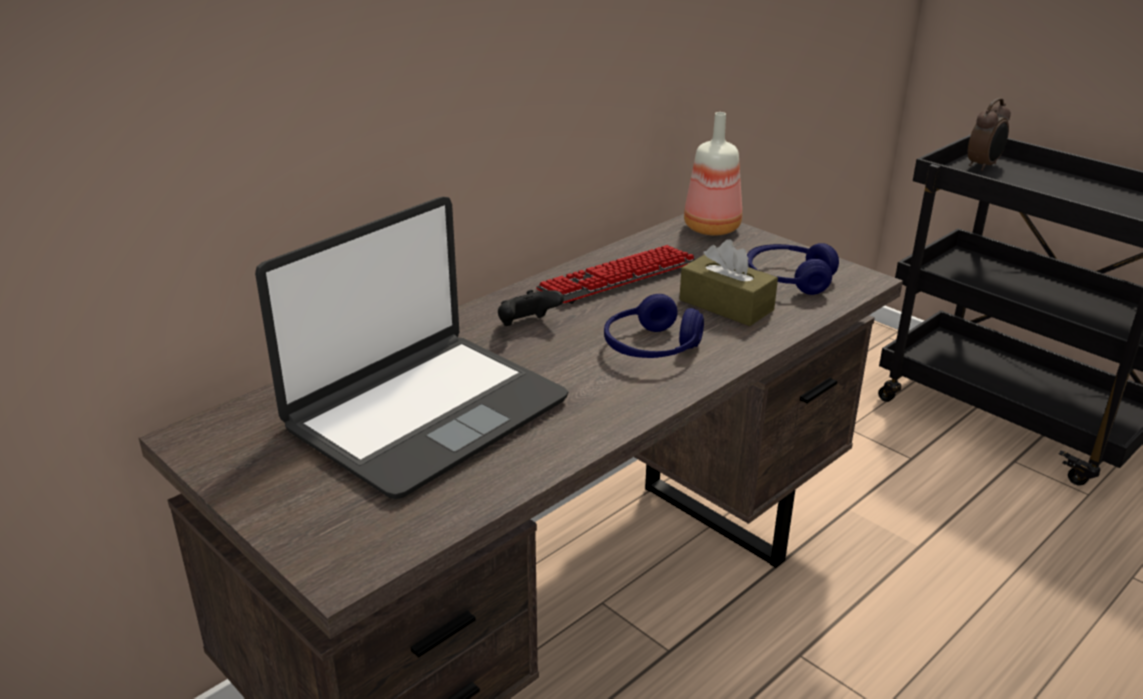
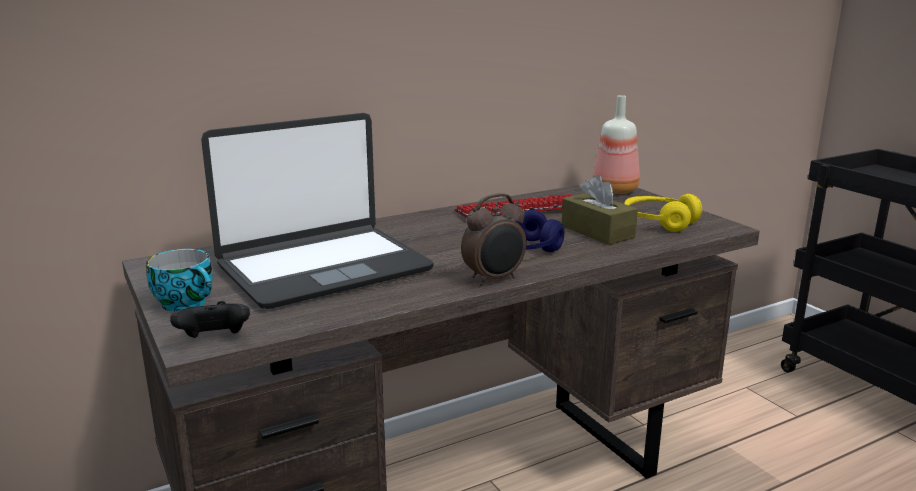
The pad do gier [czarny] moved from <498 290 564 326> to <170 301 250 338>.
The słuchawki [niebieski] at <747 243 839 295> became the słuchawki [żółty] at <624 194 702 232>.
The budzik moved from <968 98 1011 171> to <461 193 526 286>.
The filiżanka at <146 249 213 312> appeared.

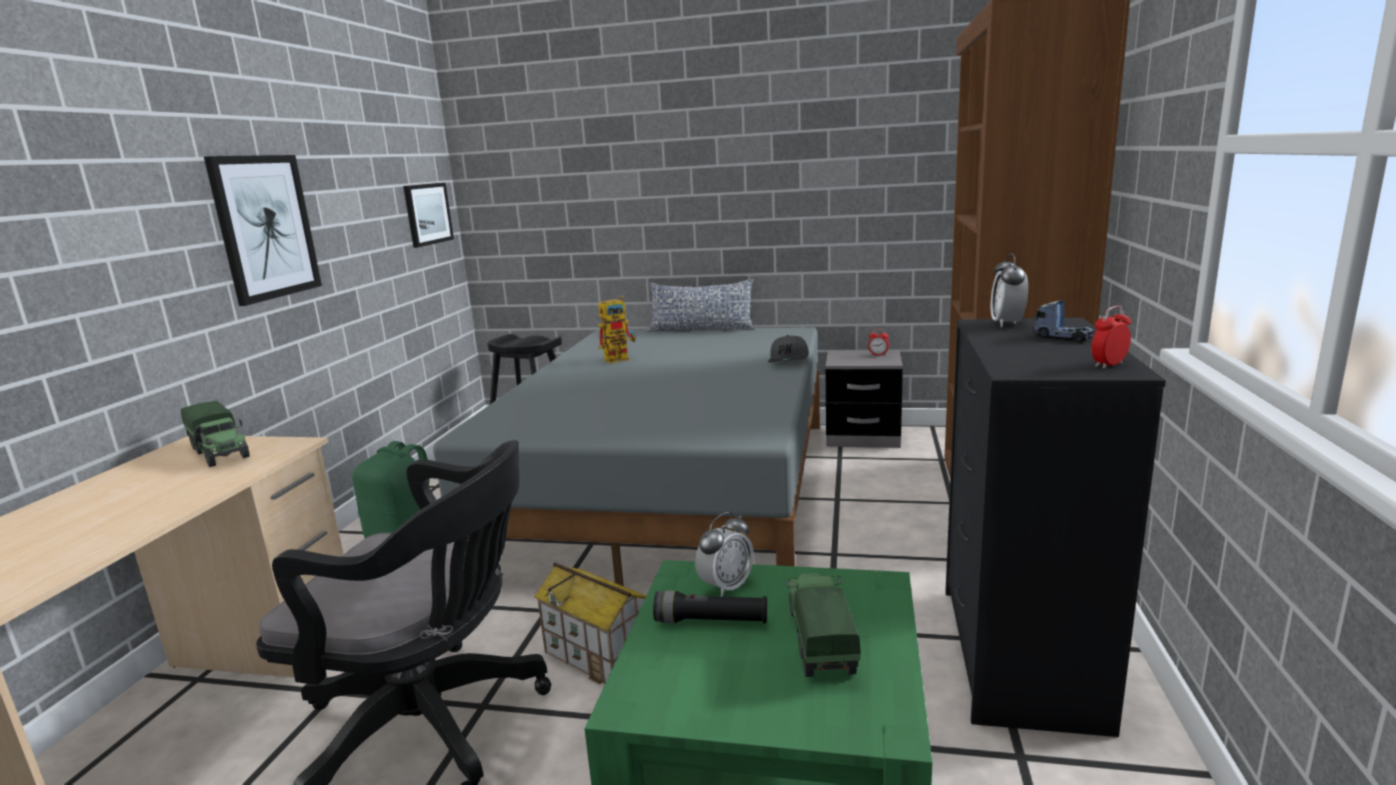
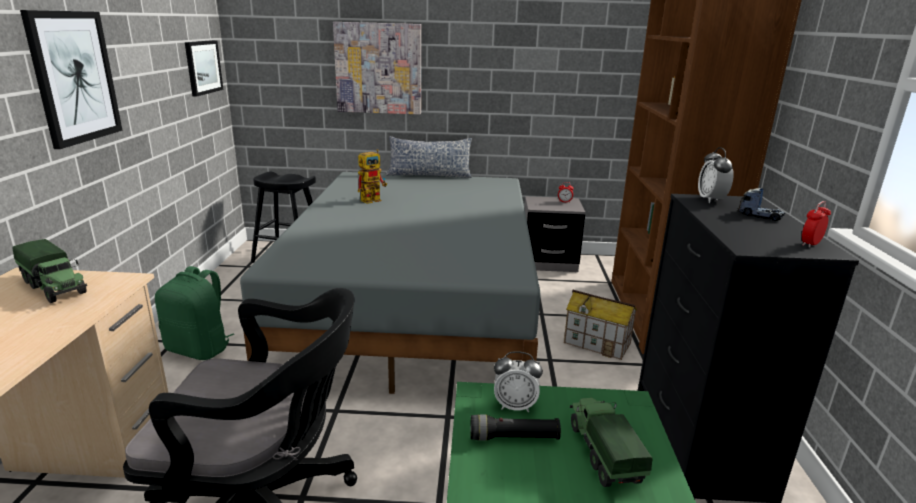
The domek moved from <534 562 646 684> to <564 290 637 360>.
The budzik at <695 512 754 597> turned 60 degrees clockwise.
The czapka z daszkiem [szary] at <768 335 809 362> disappeared.
The obraz at <333 22 421 115> appeared.

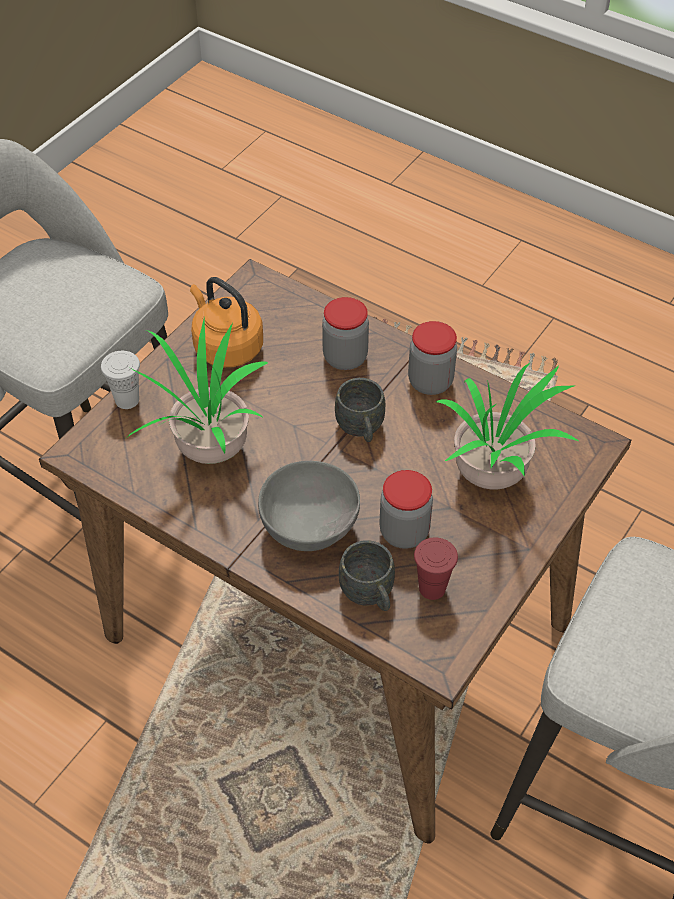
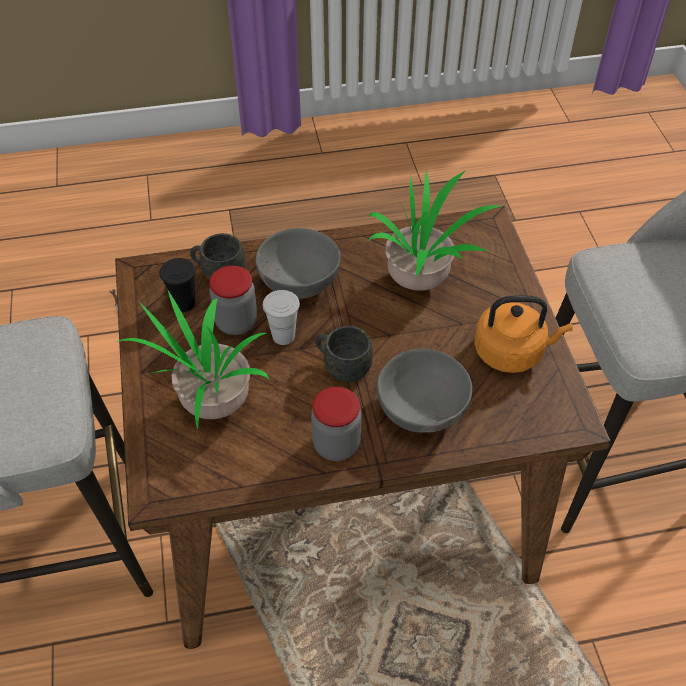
The filiżanka [biały] moved from <101 351 140 409> to <263 290 300 345>.
The słoik at <322 297 369 370> was replaced by the miska [szary] at <377 348 472 433>.
The filiżanka [czerwony] at <414 537 458 600> became the filiżanka [czarny] at <160 258 196 312>.

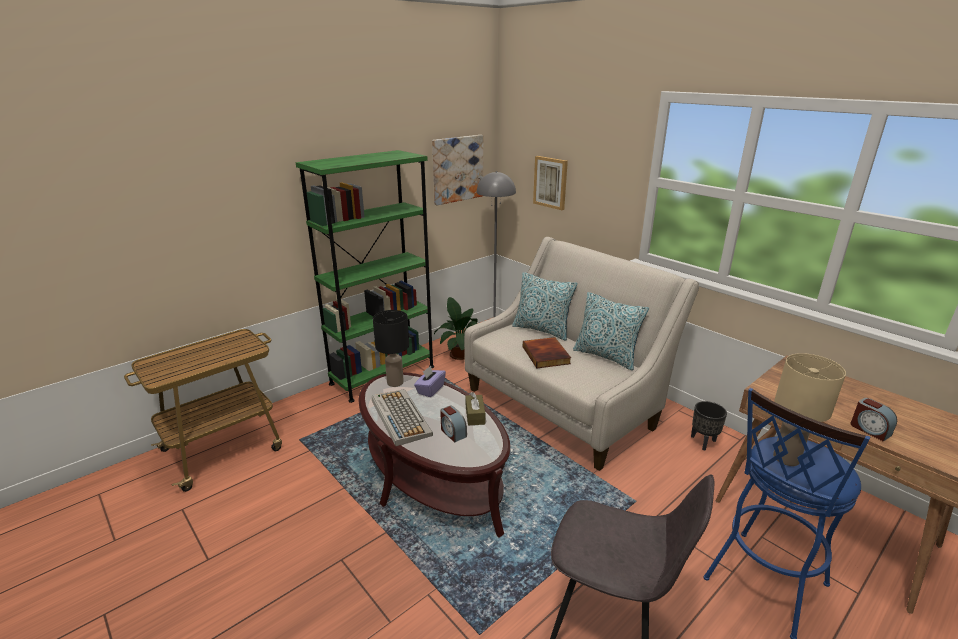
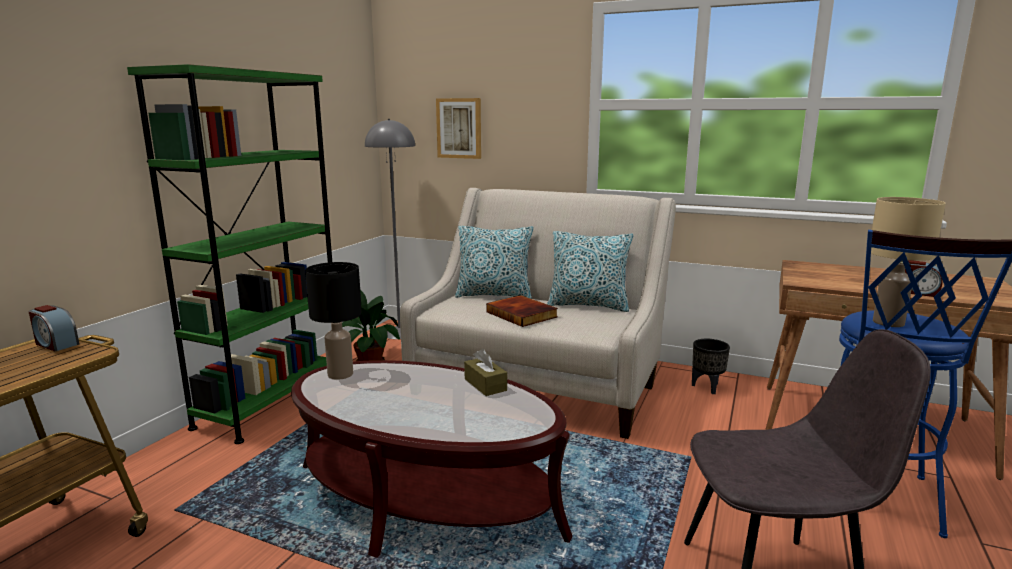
The klawiatura at <372 389 433 446> disappeared.
The pudełko chusteczek [fioletowy] at <414 366 446 397> disappeared.
The obraz at <432 135 483 205> disappeared.
The budzik moved from <440 406 467 442> to <29 305 79 351>.

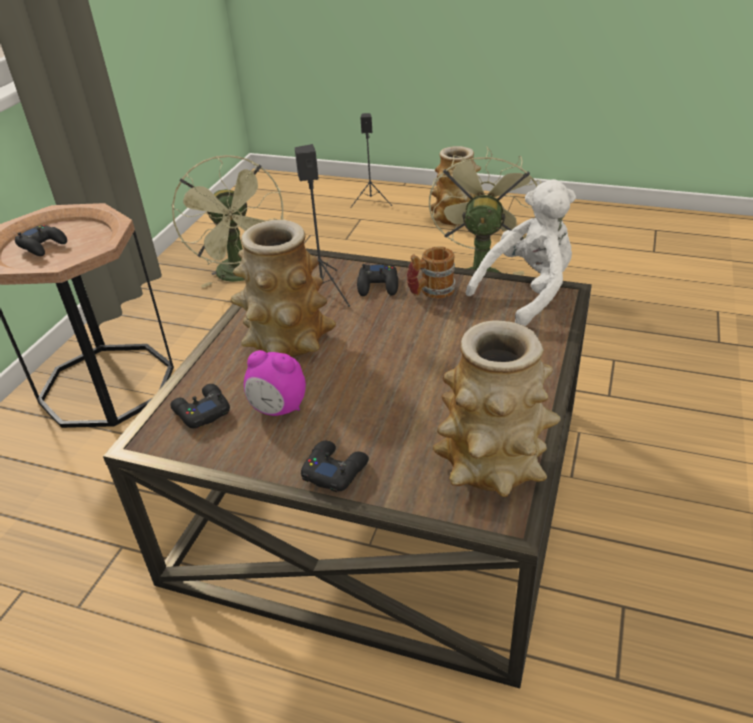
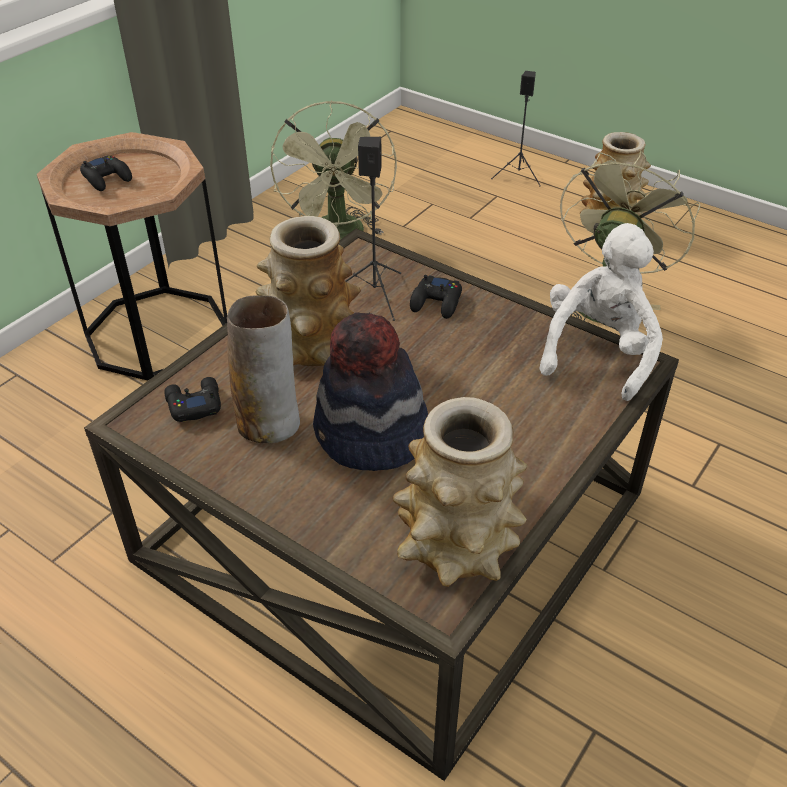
The budzik at <244 350 306 416> was replaced by the wazon at <227 295 300 443>.
The pad do gier [czarny] at <301 441 369 492> disappeared.
The kubek at <407 246 455 299> disappeared.
The pluszak [biały] at <466 179 576 327> turned 45 degrees counterclockwise.
The kapelusz at <313 312 428 471> appeared.

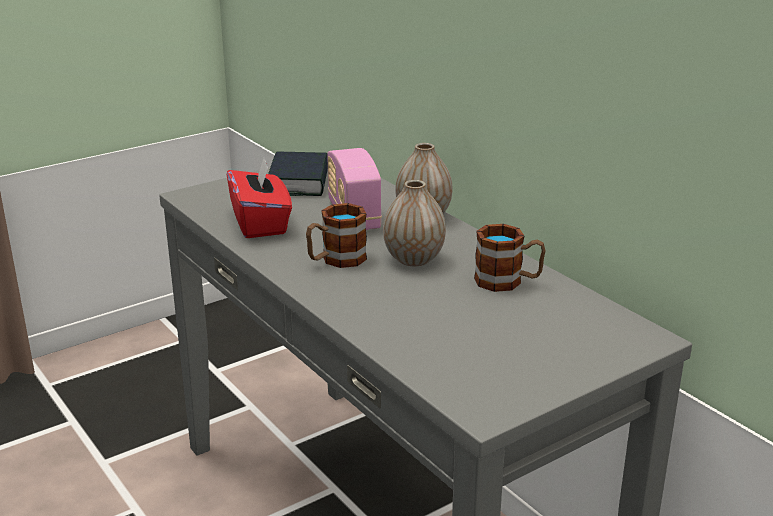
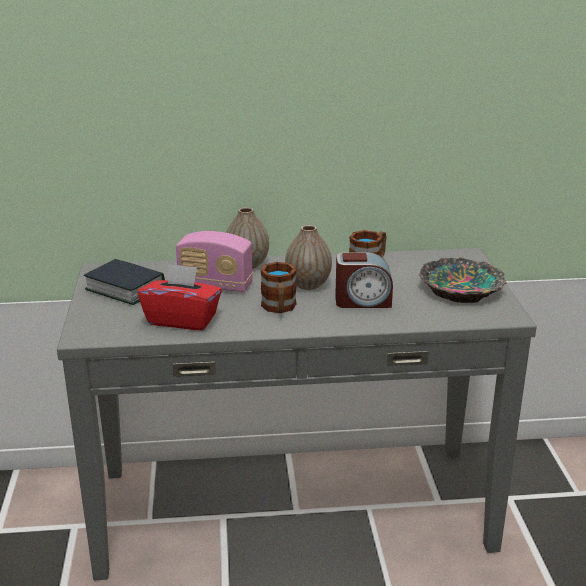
The budzik at <335 252 393 308> appeared.
The miska at <419 257 507 303> appeared.

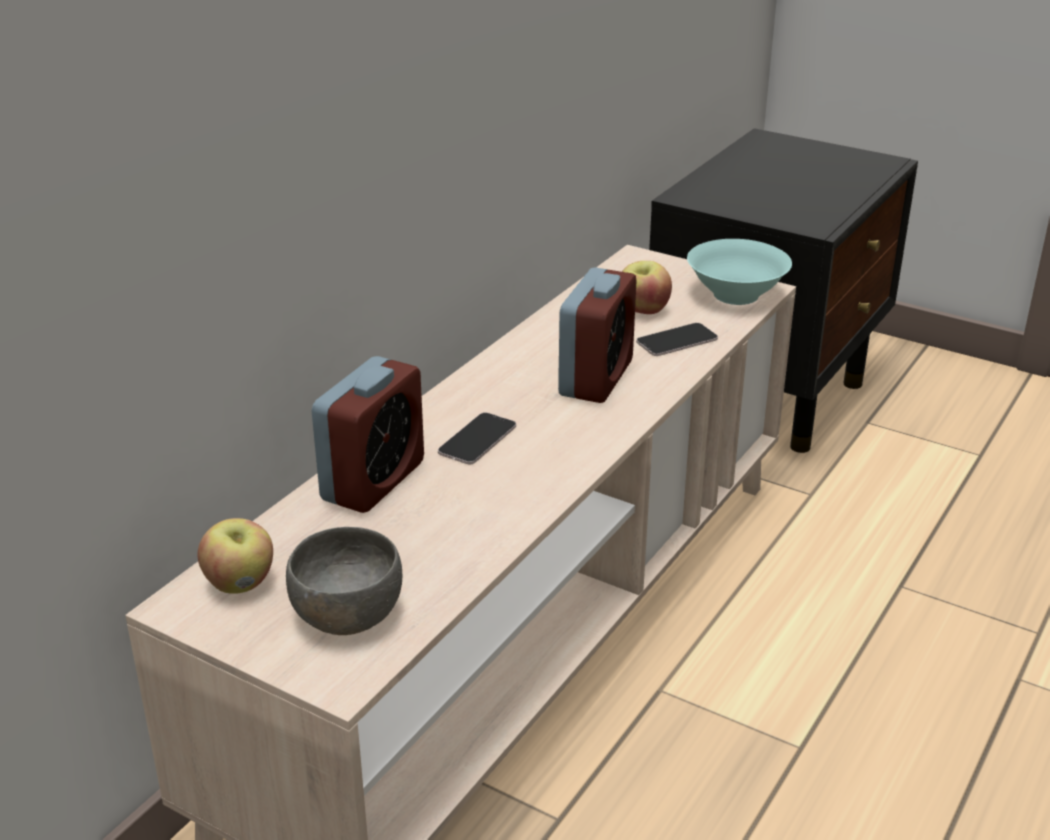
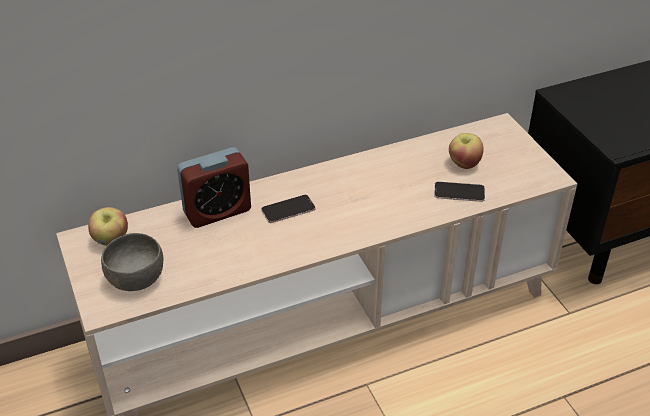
The budzik at <558 268 637 403> disappeared.
The miska [turkusowy] at <687 239 792 305> disappeared.

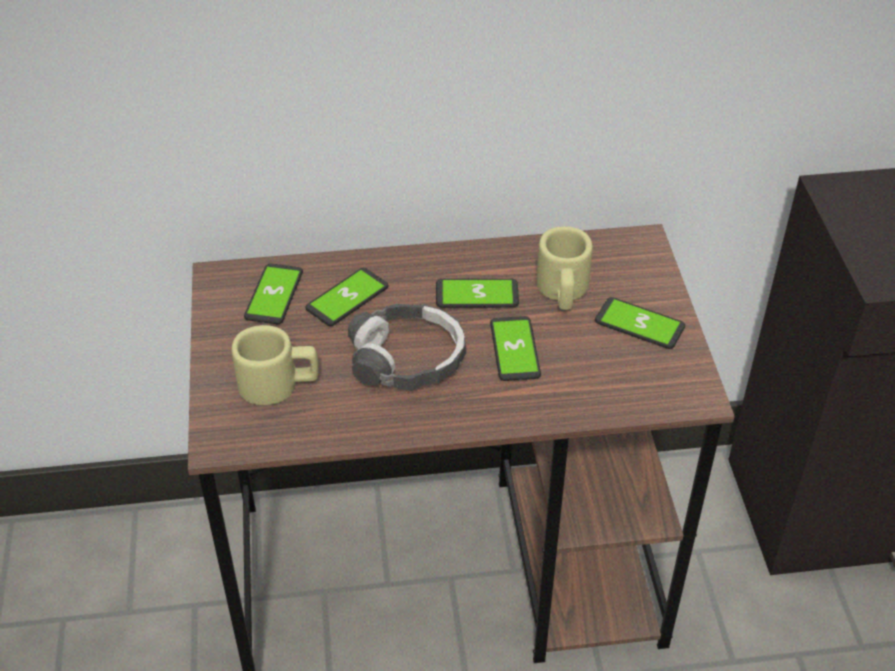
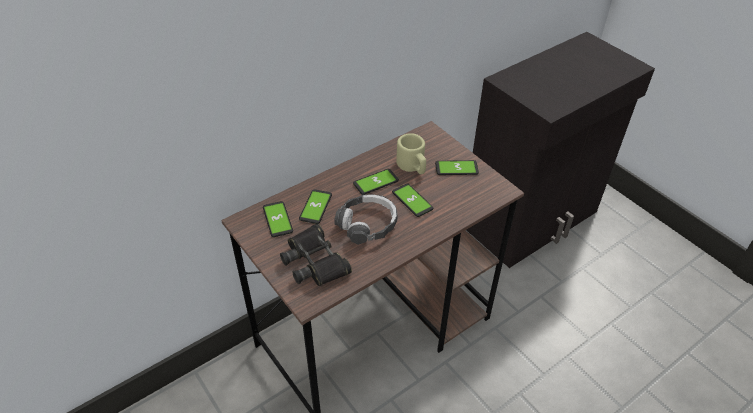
The kubek [beżowy] at <232 325 319 405> was replaced by the lornetka [czarny] at <280 224 352 286>.

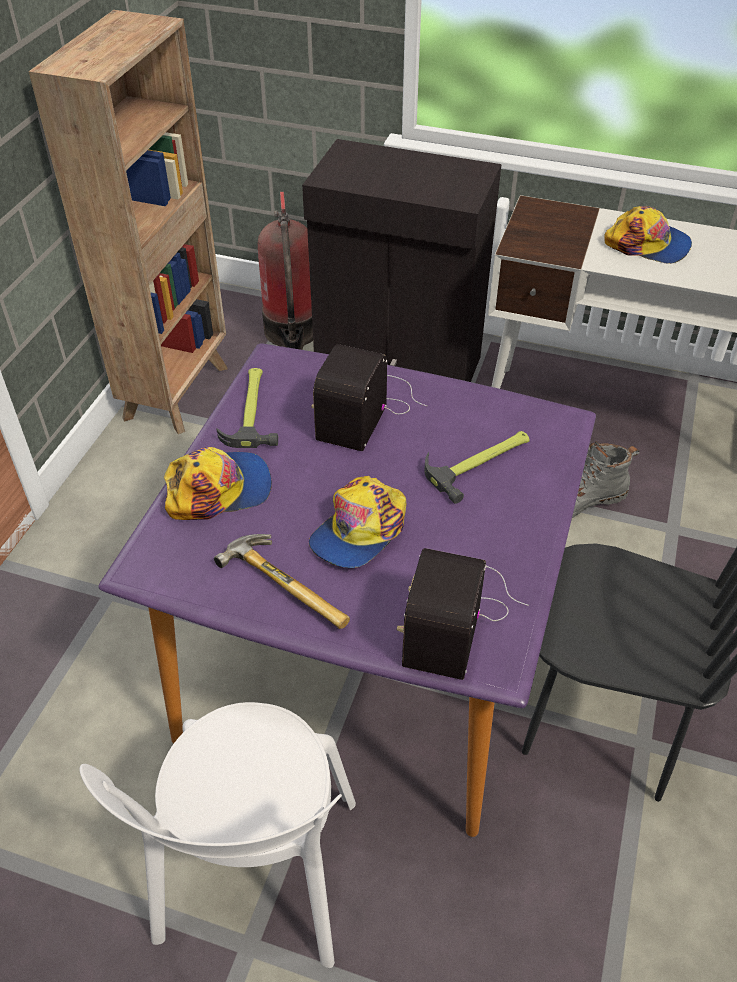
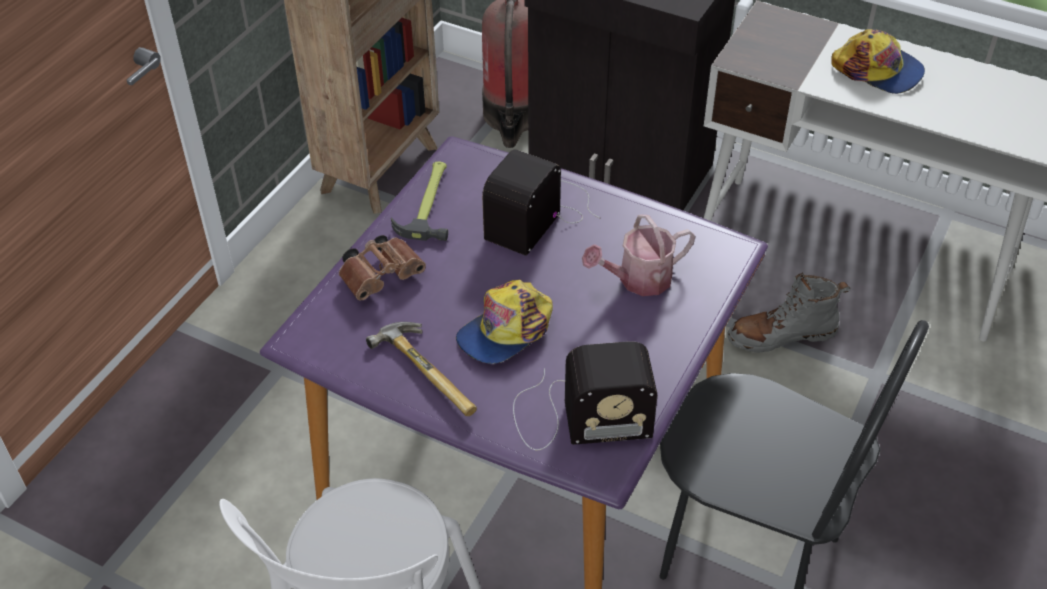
The czapka z daszkiem at <164 447 272 520> was replaced by the lornetka [brązowy] at <339 235 426 300>.
The radio at <397 548 529 680> turned 120 degrees counterclockwise.
The młotek at <424 431 530 504> was replaced by the konewka at <582 214 695 296>.

